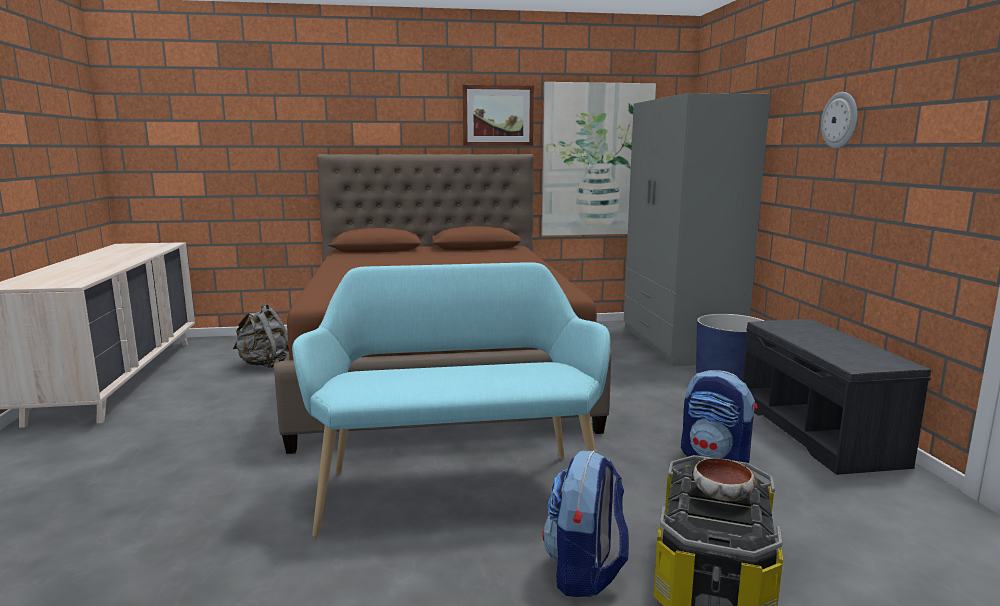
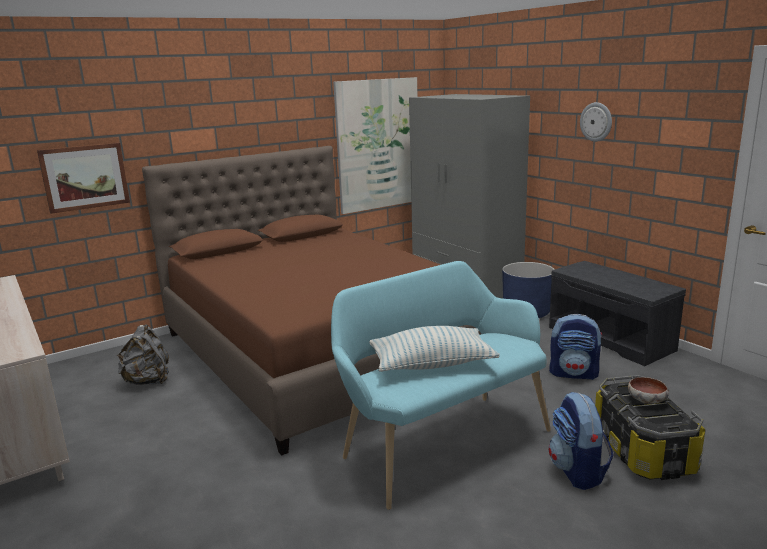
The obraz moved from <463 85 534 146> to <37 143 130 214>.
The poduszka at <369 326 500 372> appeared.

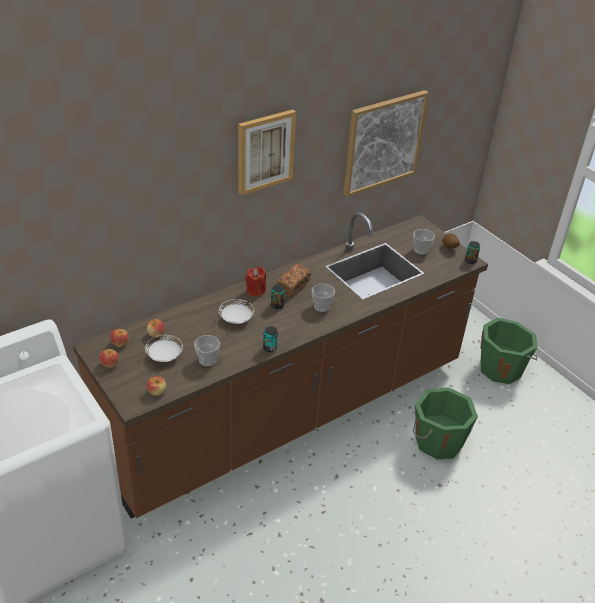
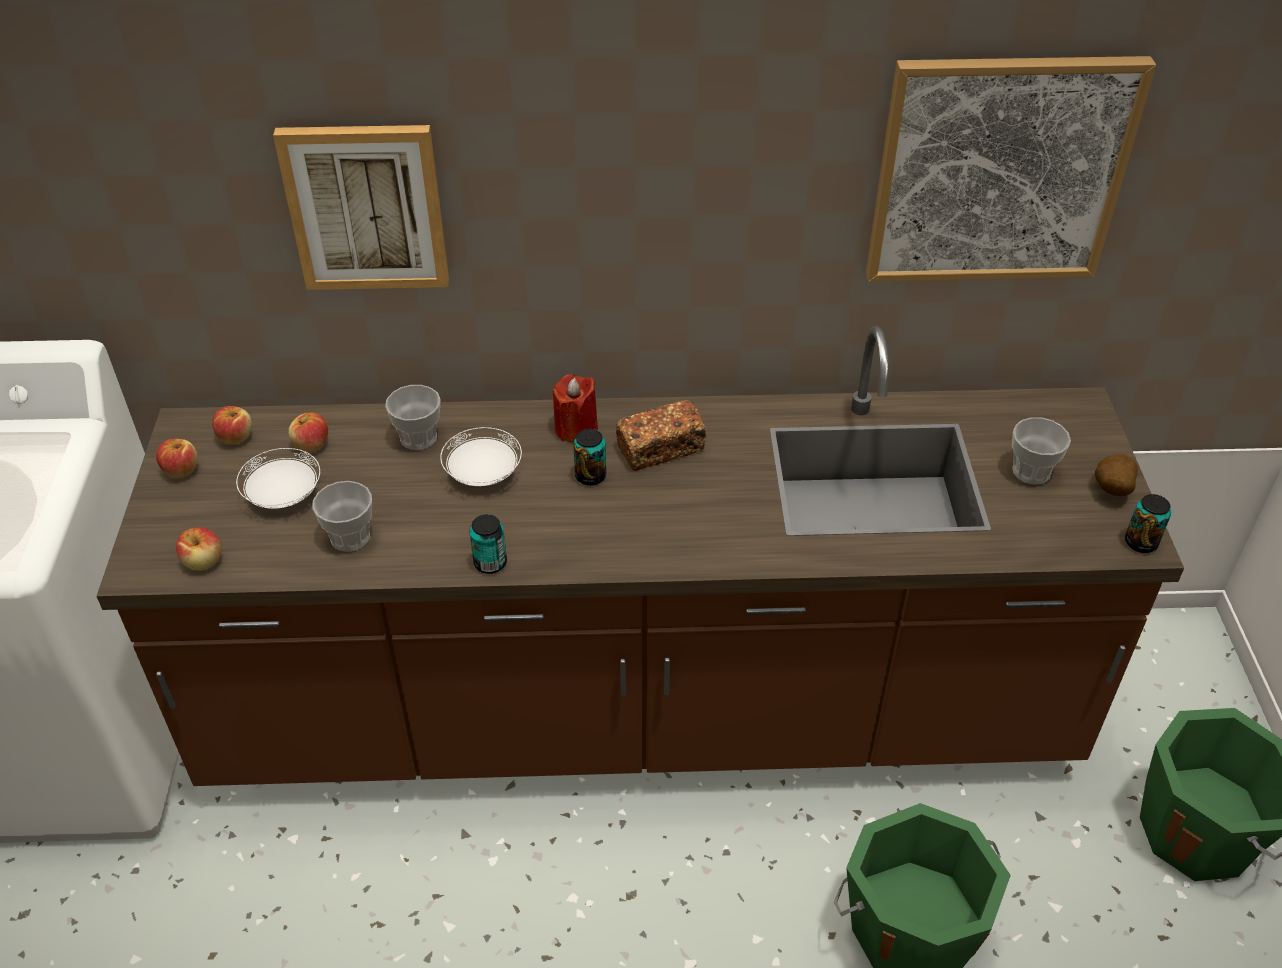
The obraz moved from <238 109 296 195> to <273 125 449 290>.
The filiżanka moved from <311 283 335 312> to <385 385 441 450>.

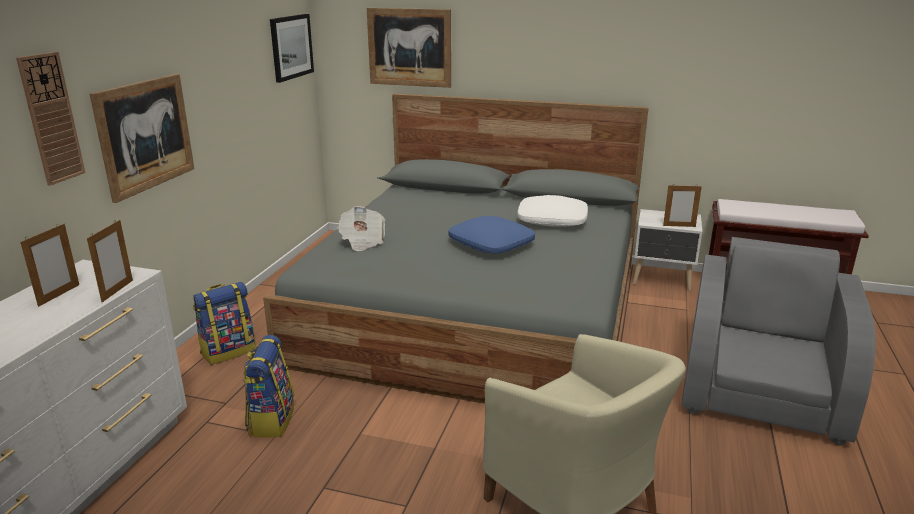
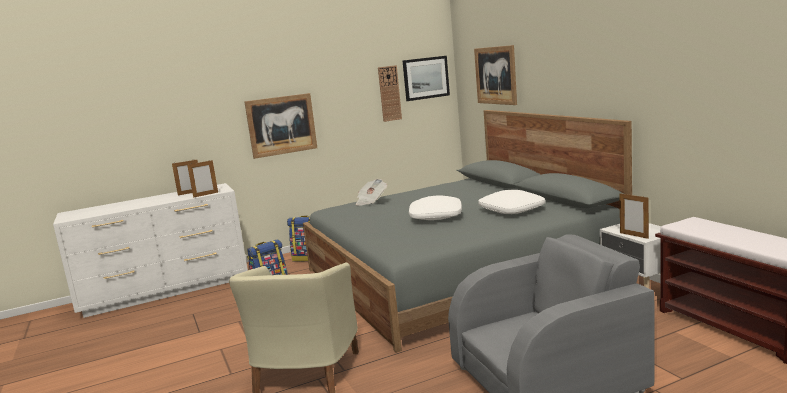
The zegar ścienny moved from <16 52 86 186> to <378 65 402 122>.
The poduszka [niebieski] at <449 216 535 253> became the poduszka [biały] at <409 195 462 220>.

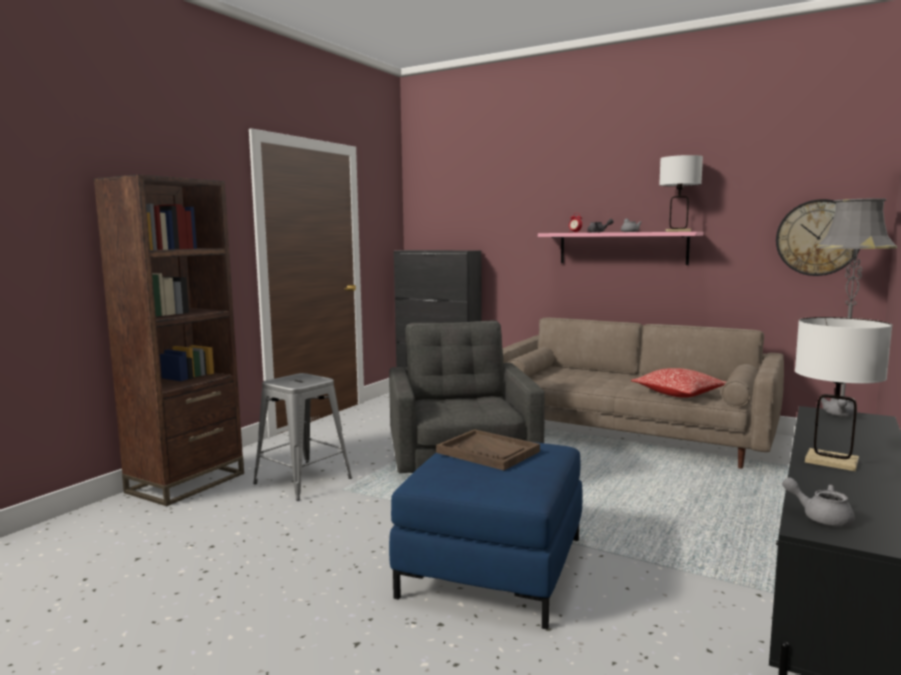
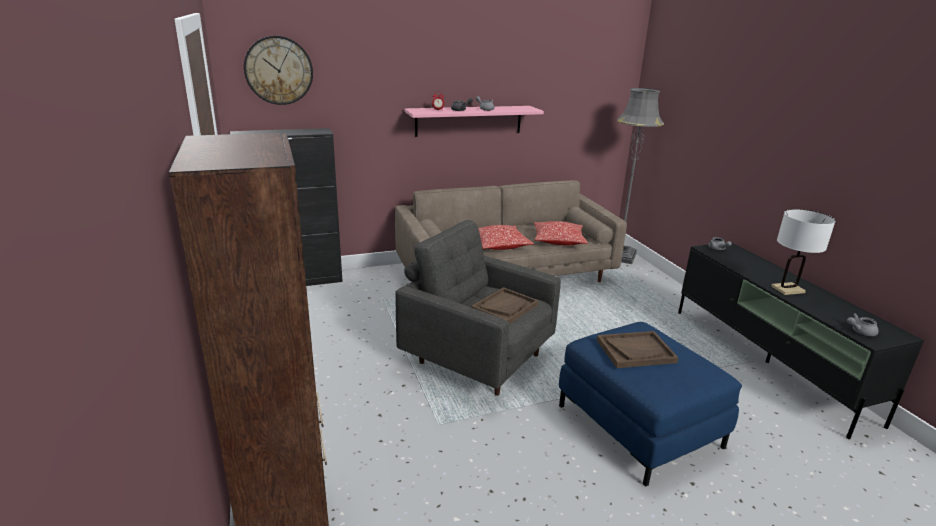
The stołek [szary] at <253 373 352 501> disappeared.
The lampa stołowa [biały] at <659 155 703 232> disappeared.
The zegar ścienny moved from <776 199 860 276> to <244 36 313 105>.
The taca [brązowy] at <471 287 538 324> appeared.
The poduszka at <478 225 534 250> appeared.

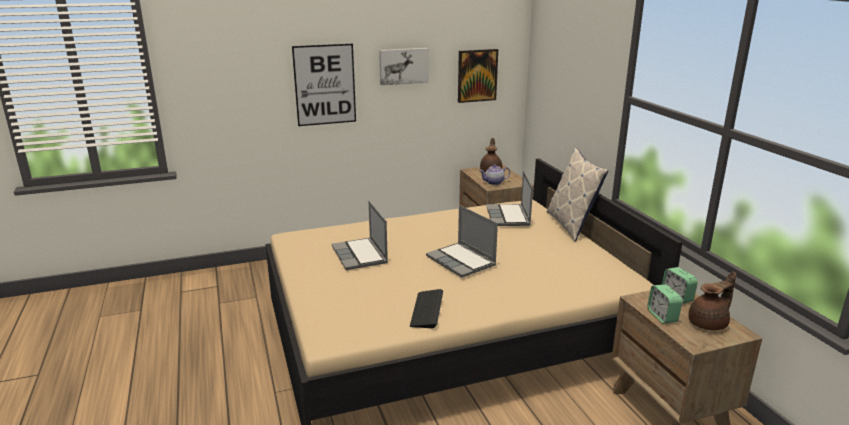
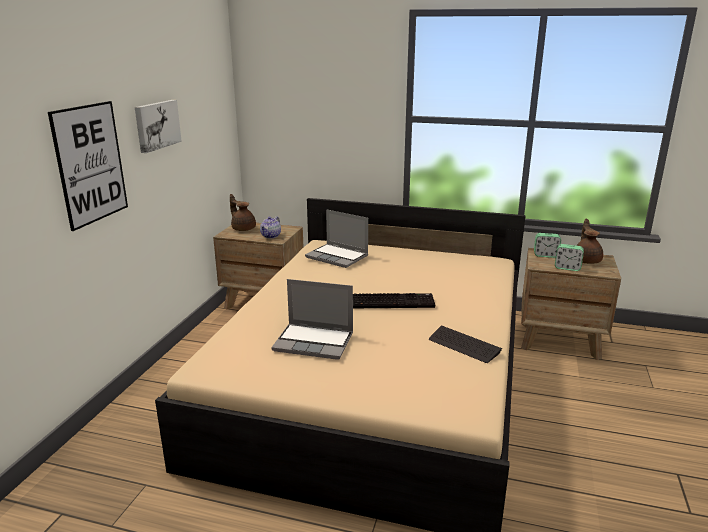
The laptop at <426 205 498 278> was replaced by the klawiatura at <353 293 435 308>.
The obraz at <458 49 498 103> disappeared.
The poduszka at <547 148 608 241> disappeared.

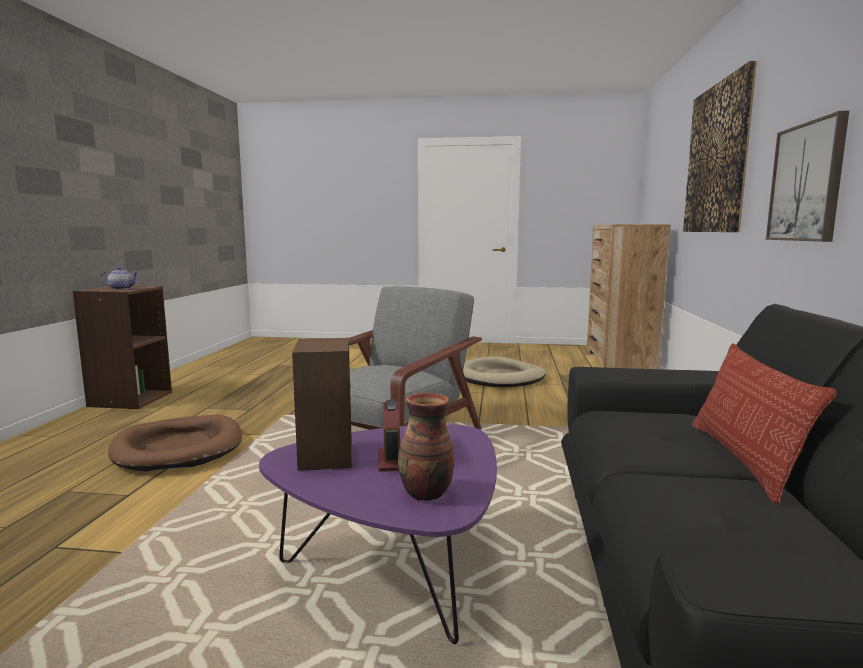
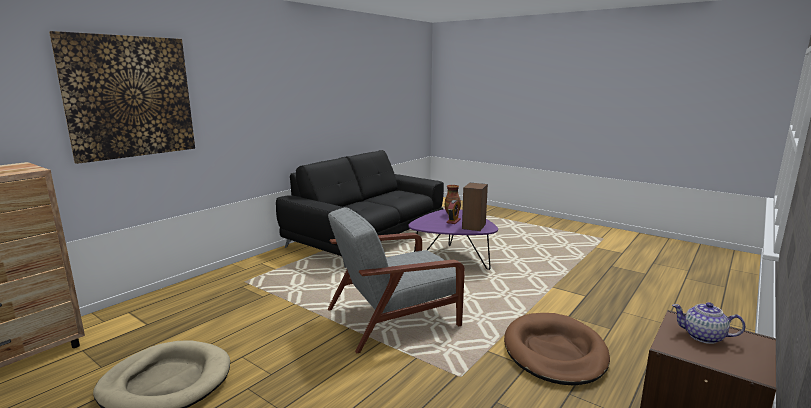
The poduszka at <692 343 837 504> disappeared.
The obraz at <766 111 849 242> disappeared.

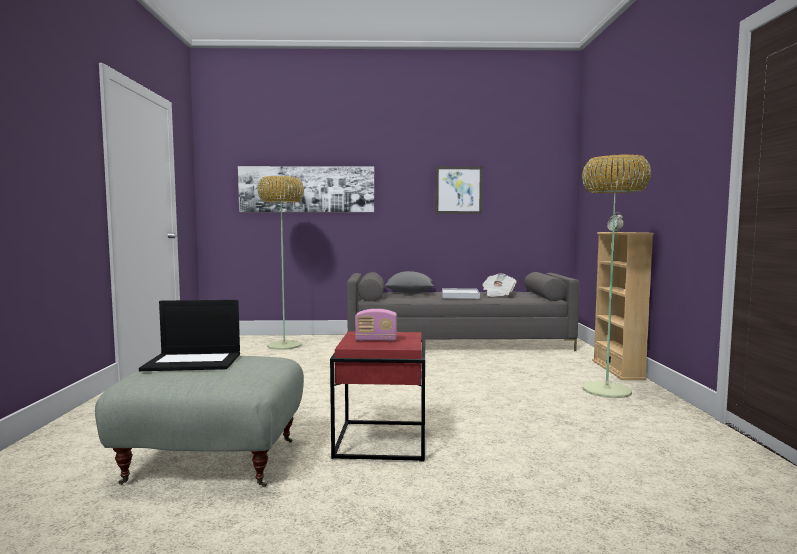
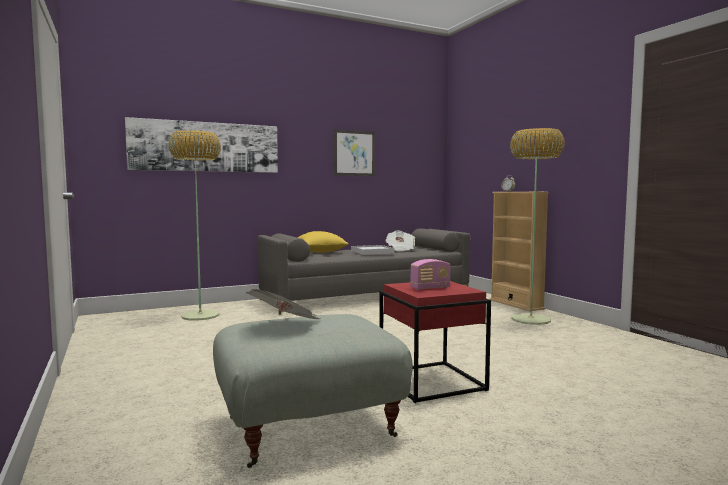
The laptop at <139 300 240 371> was replaced by the gazeta at <246 289 320 319>.
The poduszka [szary] at <385 271 434 294> became the poduszka [żółty] at <297 231 349 253>.

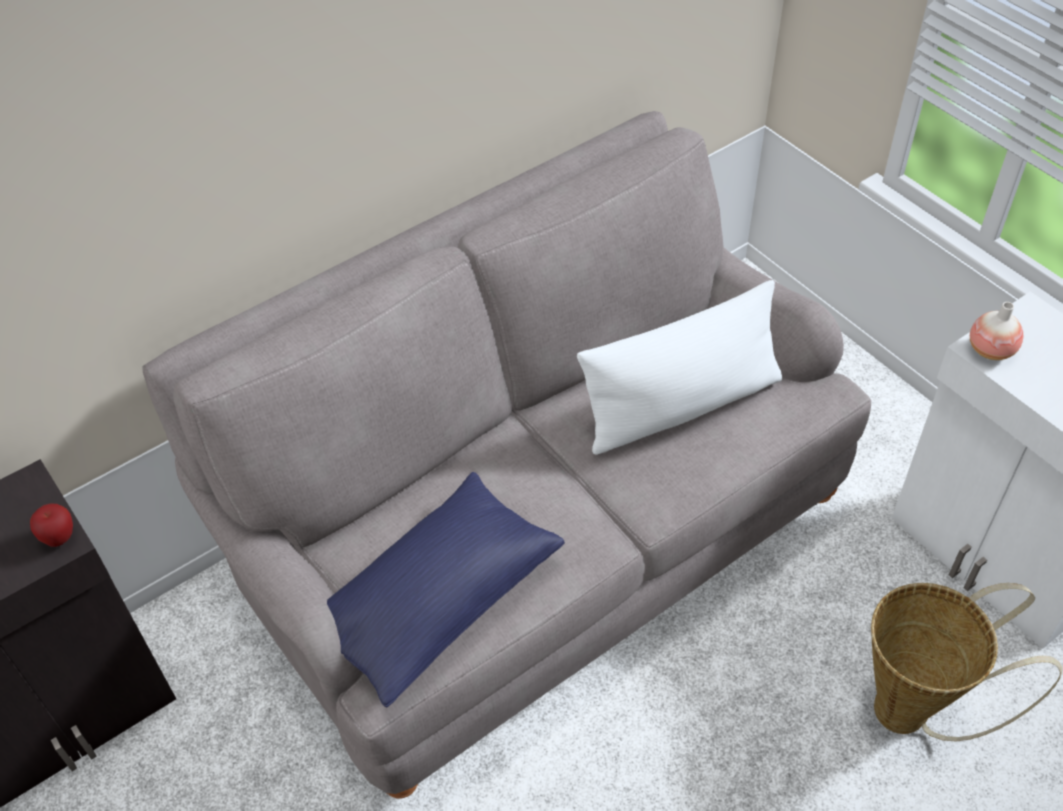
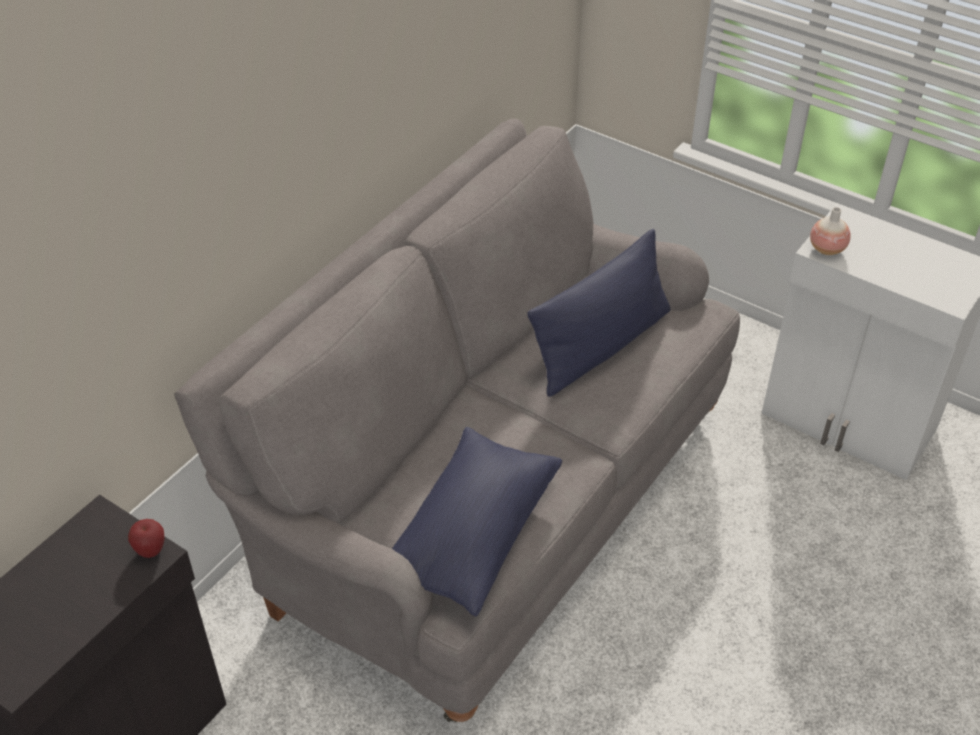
The poduszka [biały] at <577 280 782 455> became the poduszka [niebieski] at <527 229 671 397>.
The koszyk at <871 583 1062 741> disappeared.

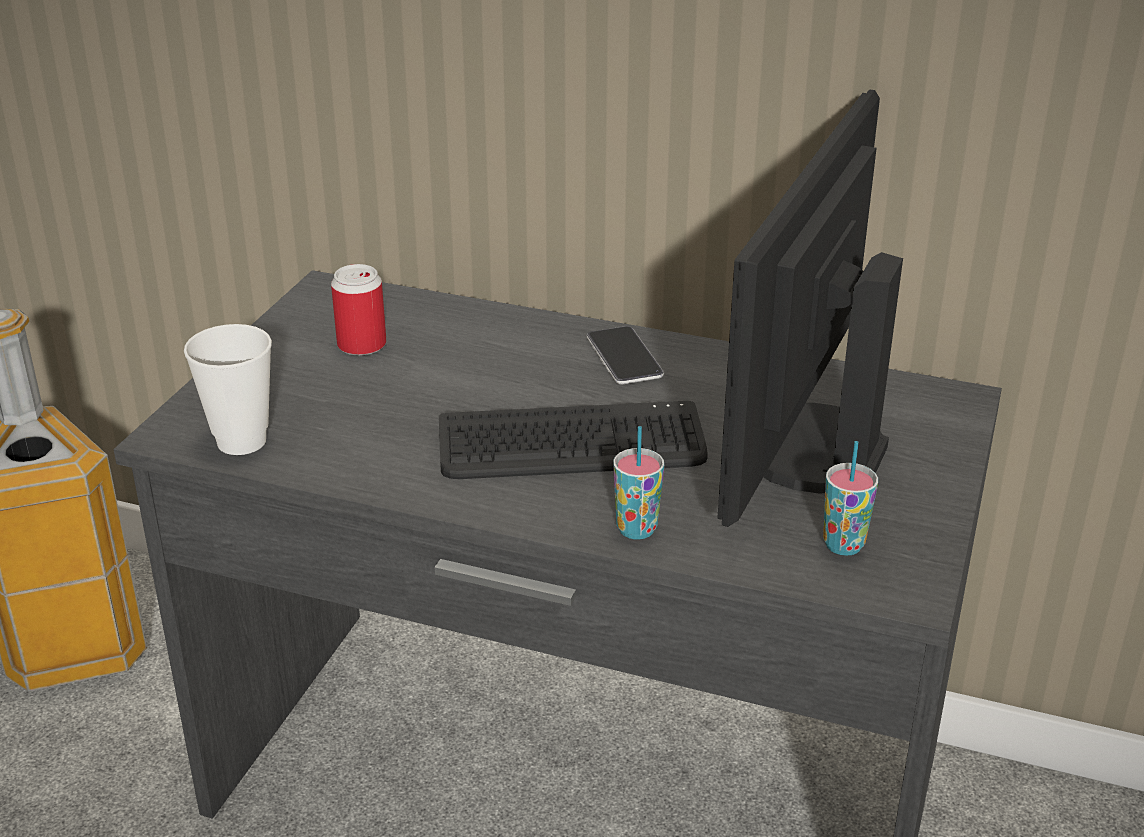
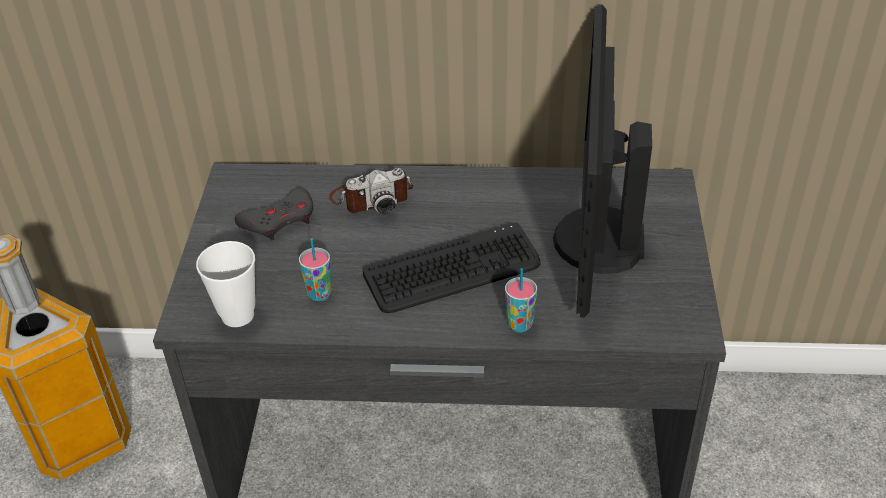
The puszka at <331 264 386 356> was replaced by the pad do gier [szary] at <235 187 313 240>.
The telefon at <587 326 664 384> disappeared.
The filiżanka moved from <823 441 878 556> to <299 238 332 301>.
The aparat fotograficzny at <329 168 413 214> appeared.

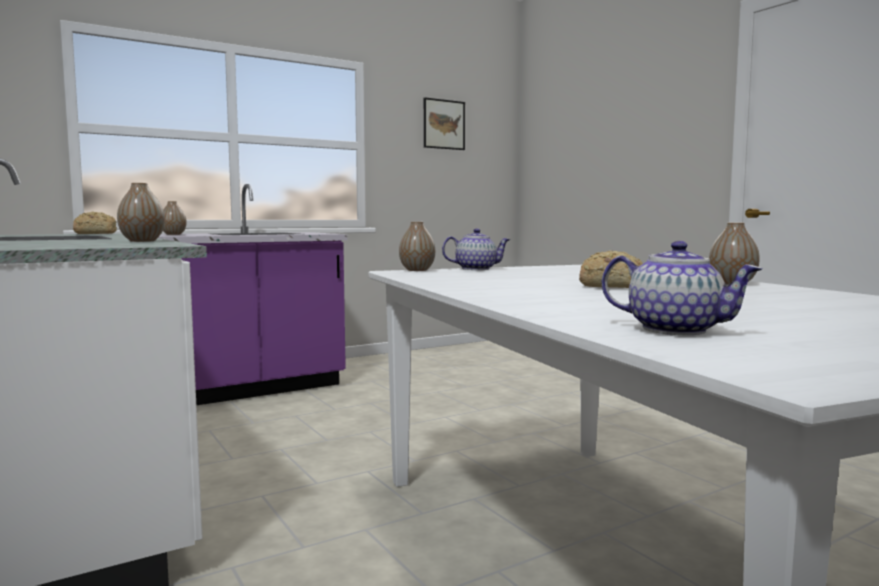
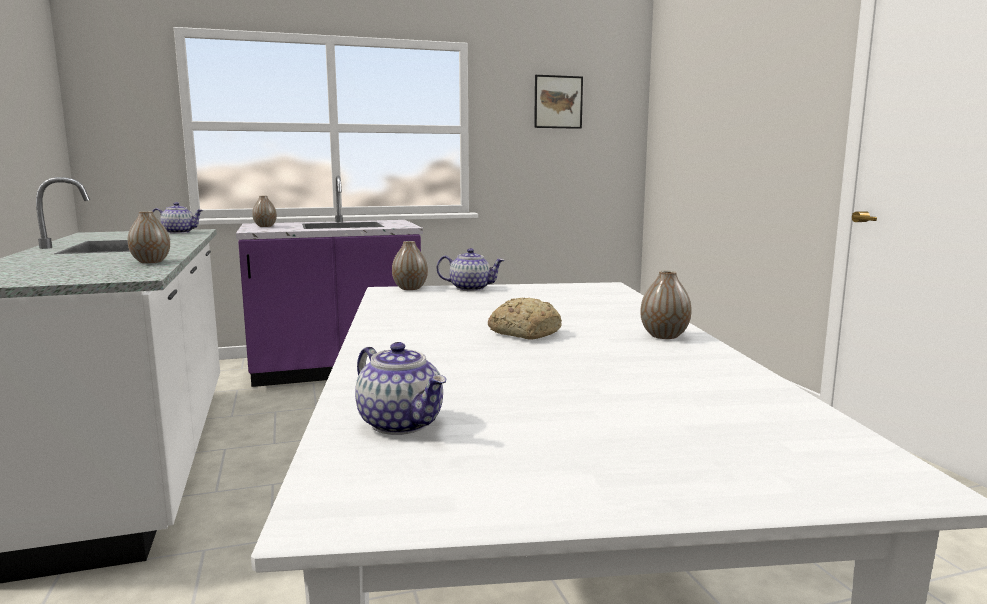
The chleb at <73 211 117 234> was replaced by the imbryk at <153 202 204 234>.

